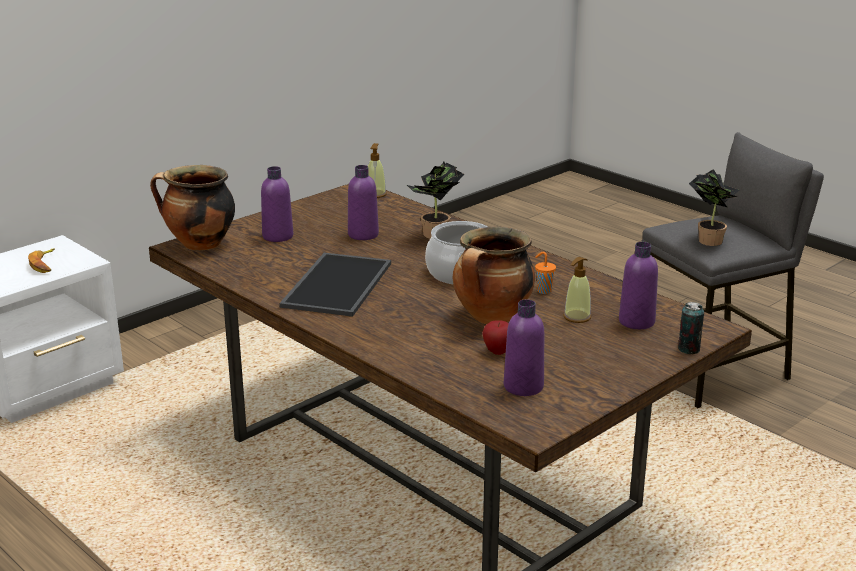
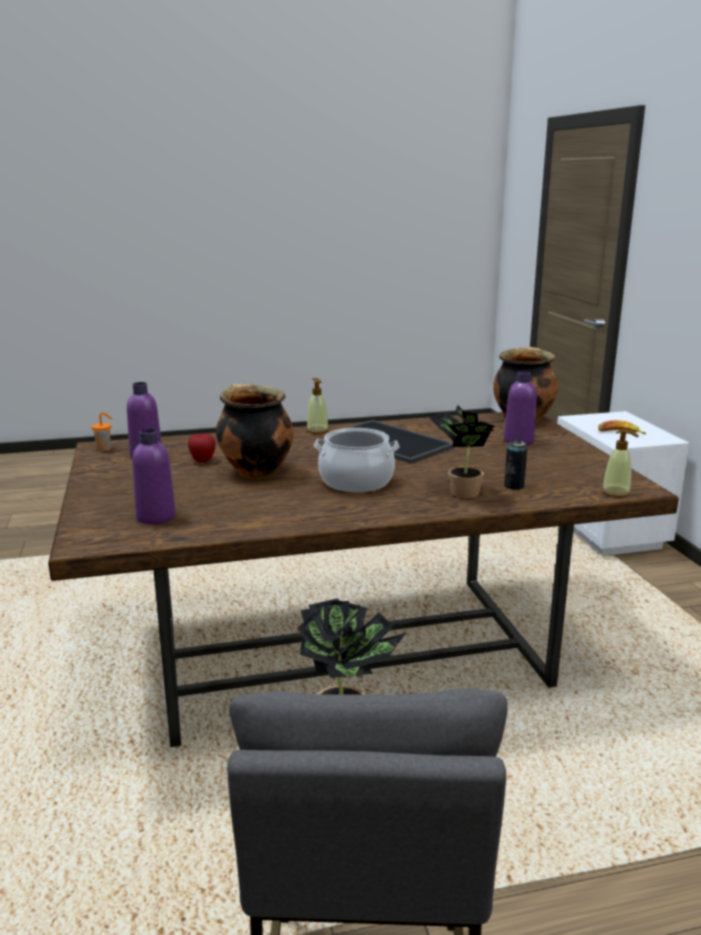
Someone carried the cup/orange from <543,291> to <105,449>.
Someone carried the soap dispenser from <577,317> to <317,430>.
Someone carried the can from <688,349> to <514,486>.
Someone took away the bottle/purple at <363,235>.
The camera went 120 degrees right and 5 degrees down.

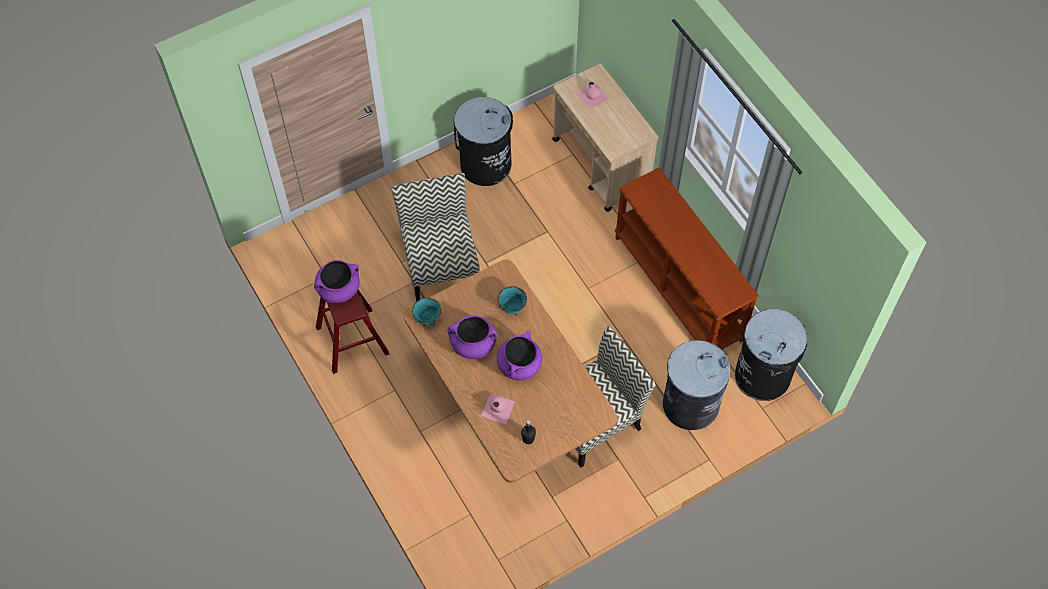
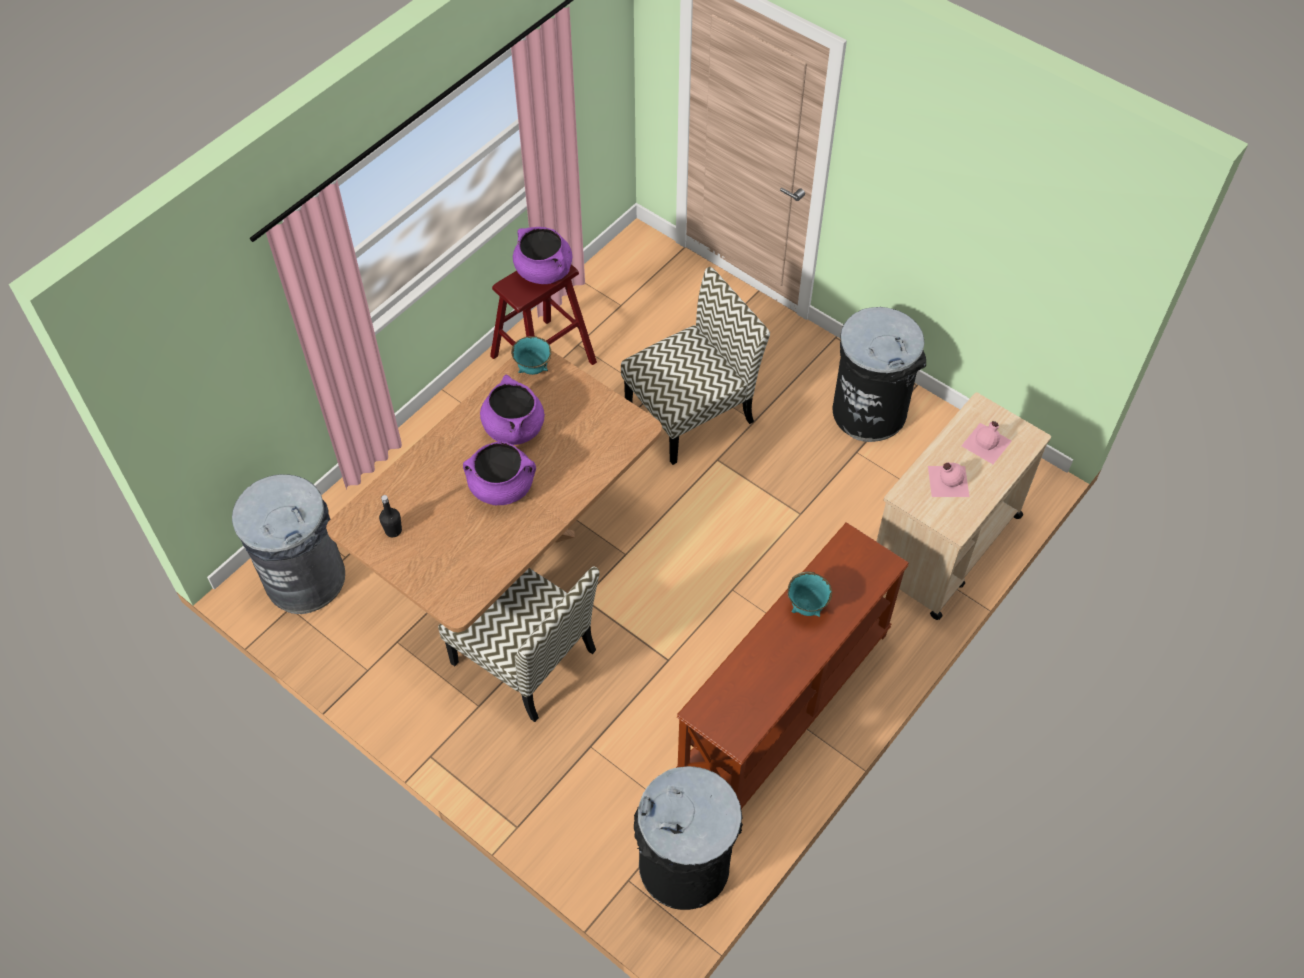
Someone carried the trash can/grey from <690,404> to <305,578>.
Someone carried the bowl/turquoise from <512,307> to <807,606>.
Someone carried the bottle/pink from <497,409> to <947,480>.
The camera went 70 degrees right and 5 degrees down.

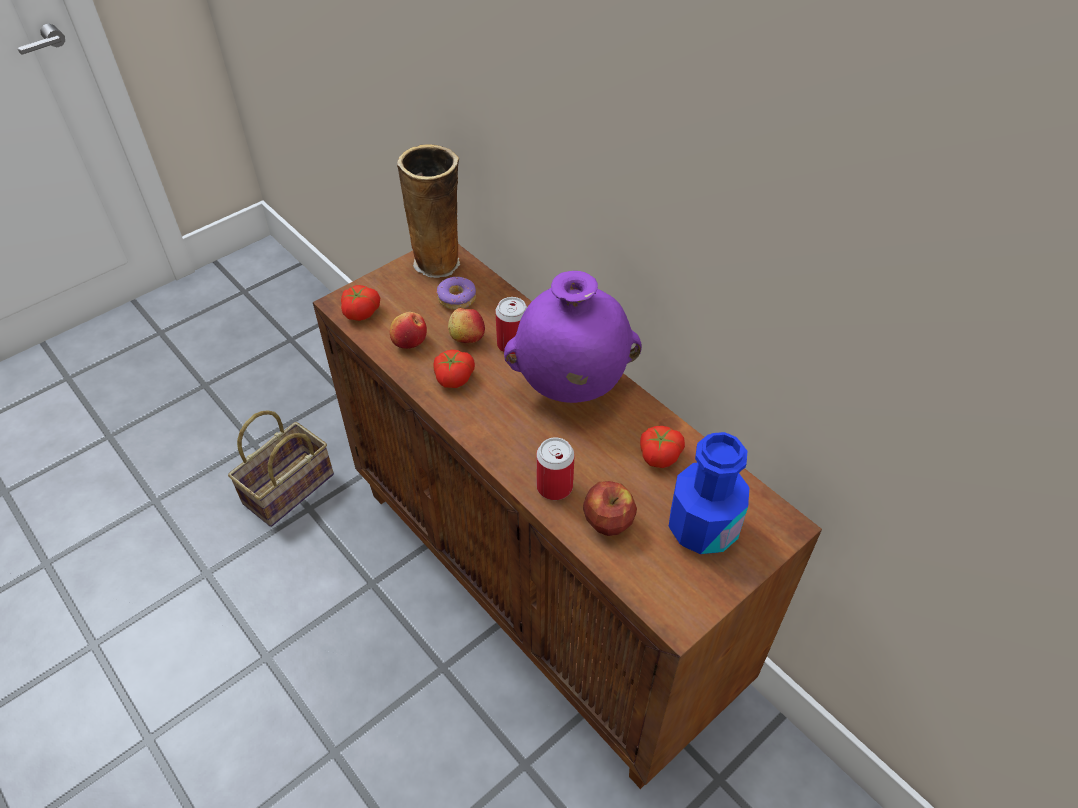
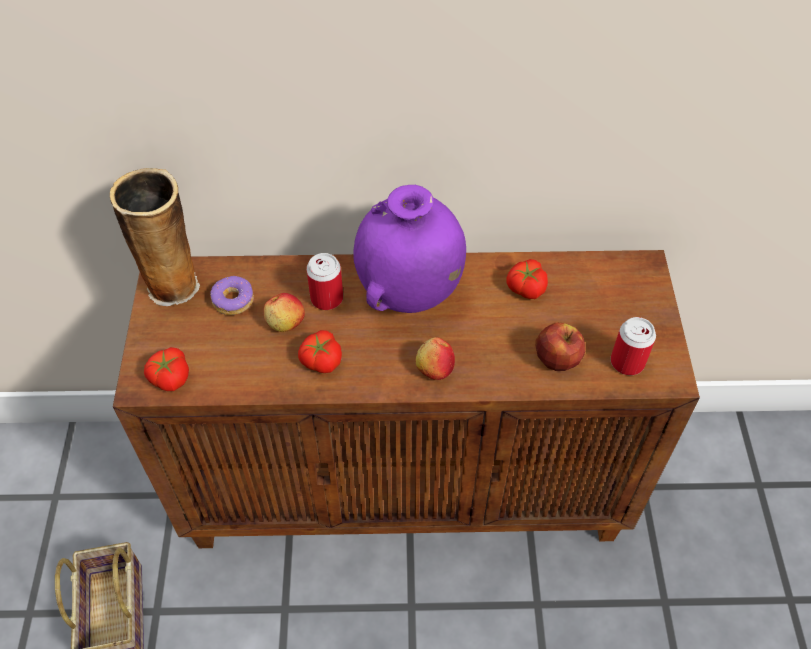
Someone carried the apple from <409,341> to <434,368>.
Someone carried the can from <554,486> to <627,362>.
Someone took away the bottle/blue at <702,528>.
The camera went 50 degrees left and 5 degrees up.

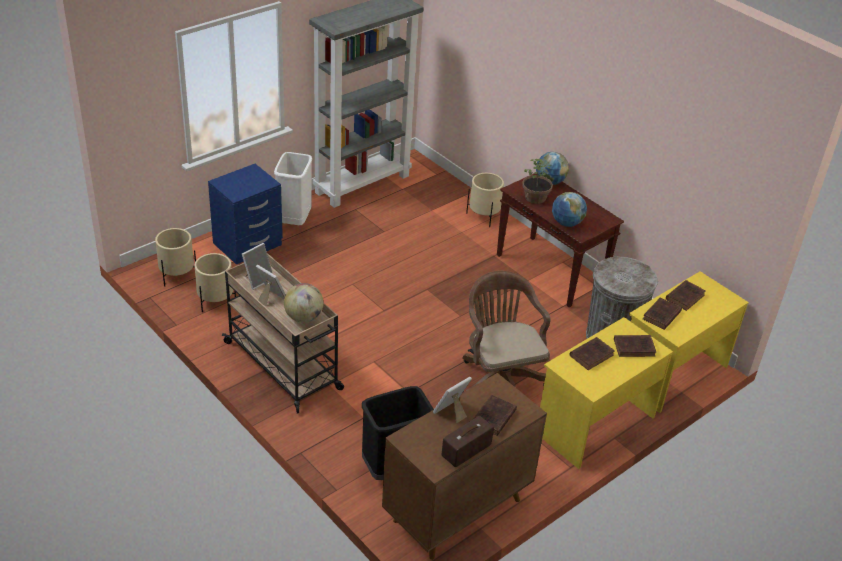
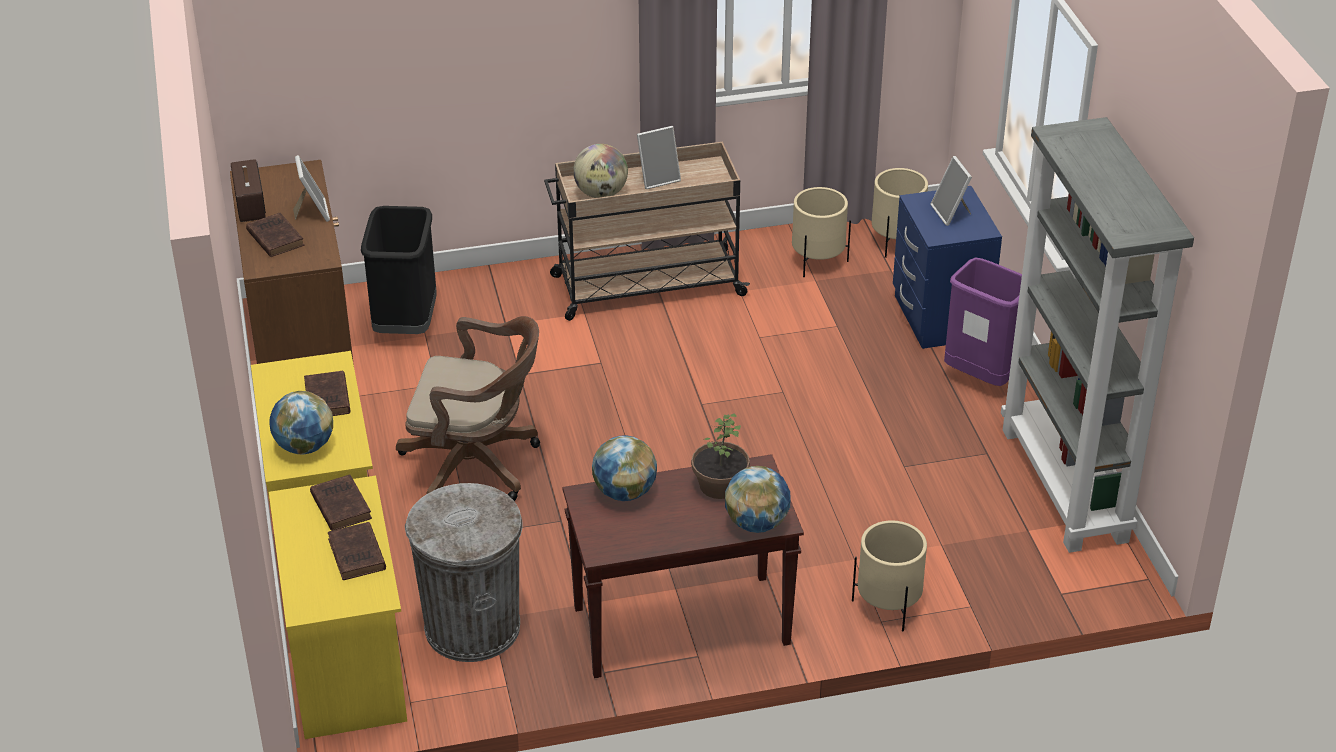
Someone swapped the book/brown at <635,348> for the globe at <304,446>.
Someone carried the picture frame from <257,280> to <951,213>.
Someone repainted the trash can/white at <294,221>, which became the trash can/purple at <982,377>.
The camera went 120 degrees right and 0 degrees up.

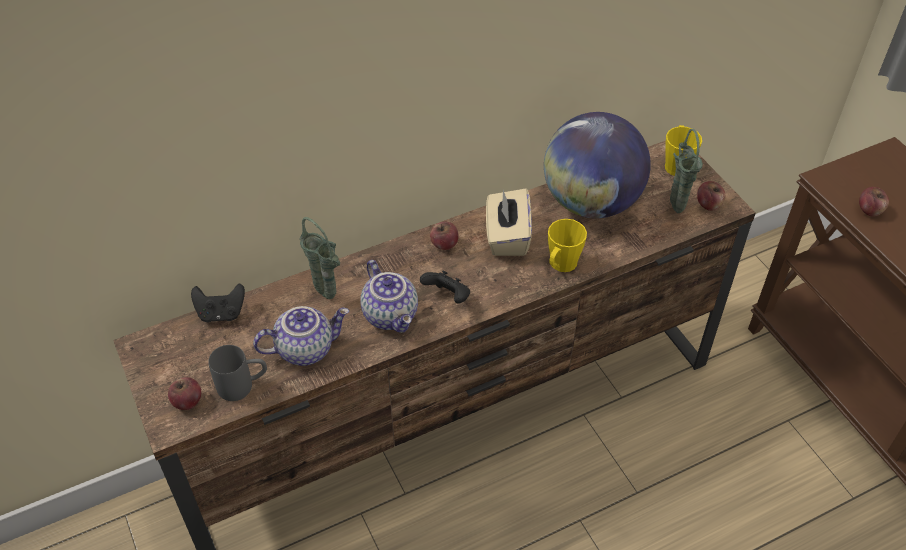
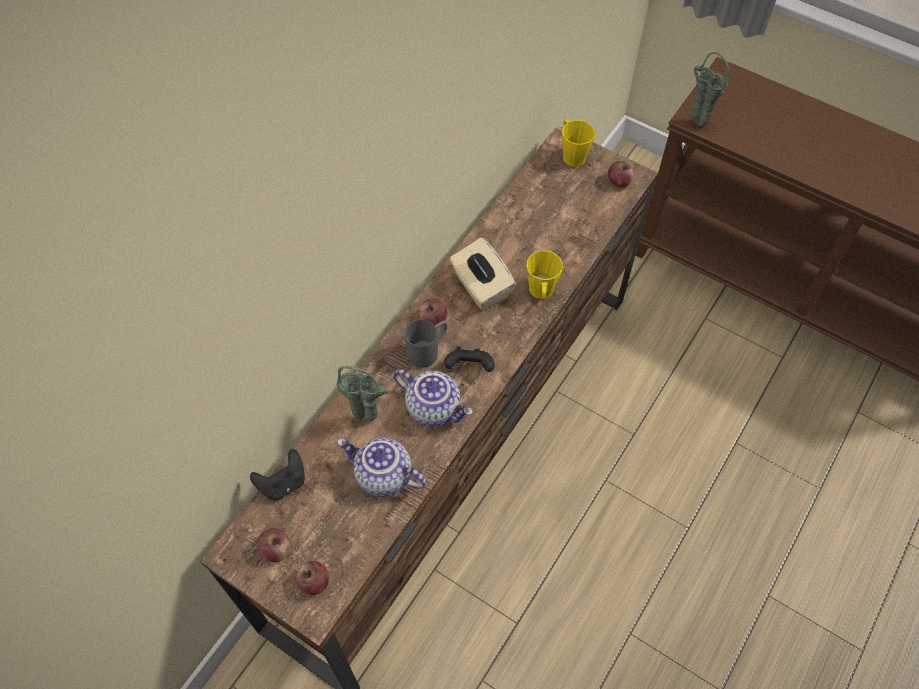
Someone carried the apple from <869,210> to <276,550>.
Someone rotated the teapot at <305,348> by 105 degrees counterclockwise.
Someone carried the mug/grey from <243,385> to <428,350>.
Someone carried the vase/green from <674,207> to <695,122>.
Someone took away the globe at <591,202>.
The camera went 30 degrees left and 10 degrees up.

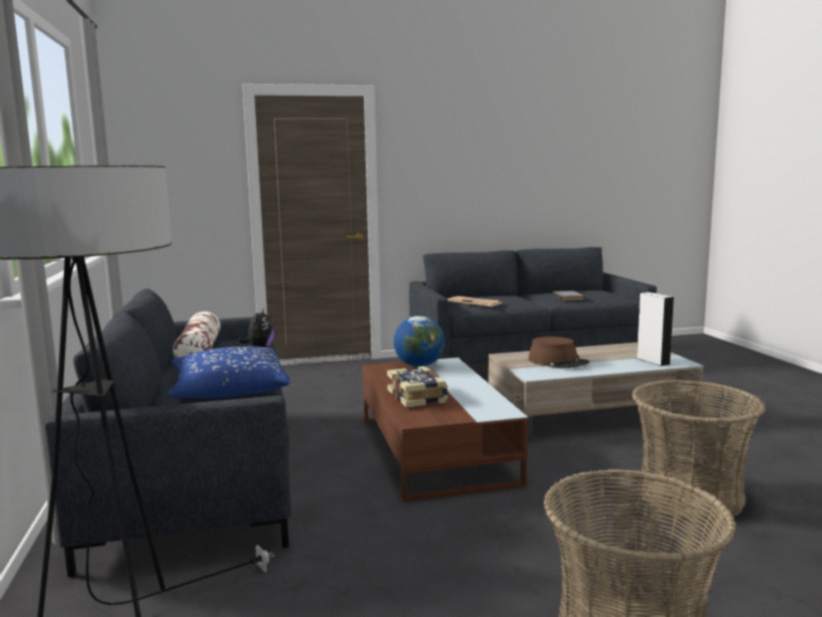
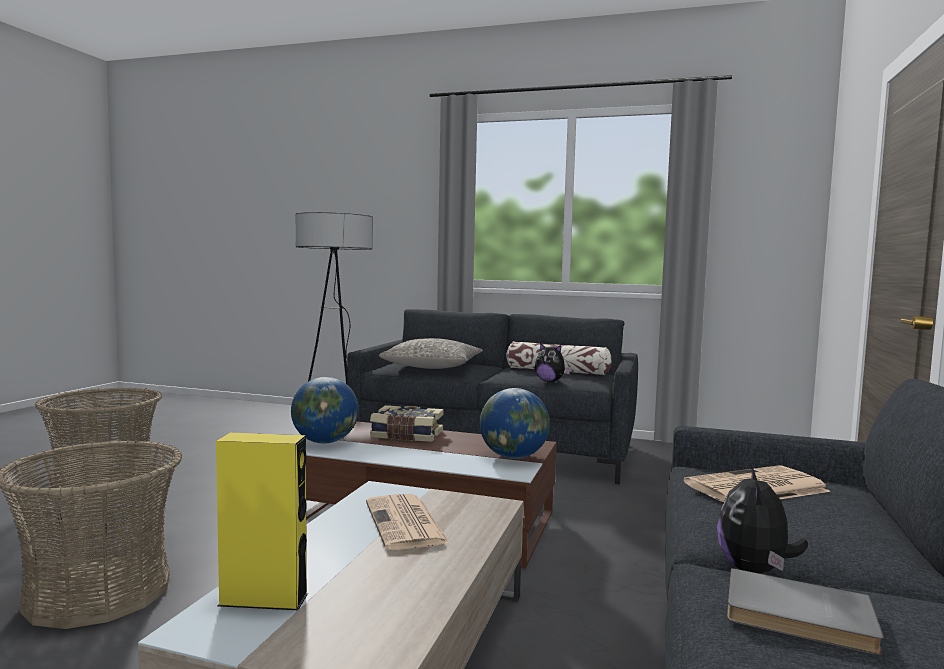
Someone repainted the speaker/white at <653,361>, which became the speaker/yellow at <263,599>.
Someone put down the globe at <325,442>.
Someone swapped the hat/brown at <558,362> for the newspaper at <406,523>.
Someone repainted the pillow/blue at <229,390>, which became the pillow/grey at <433,367>.
Someone put down the plush toy at <755,571>.
The camera went 120 degrees right and 5 degrees down.

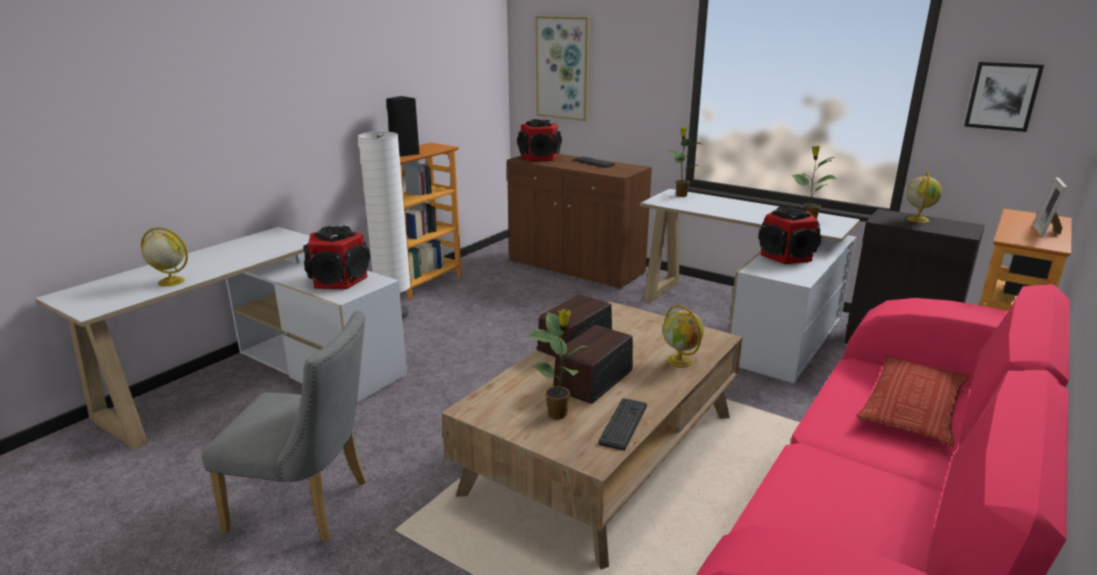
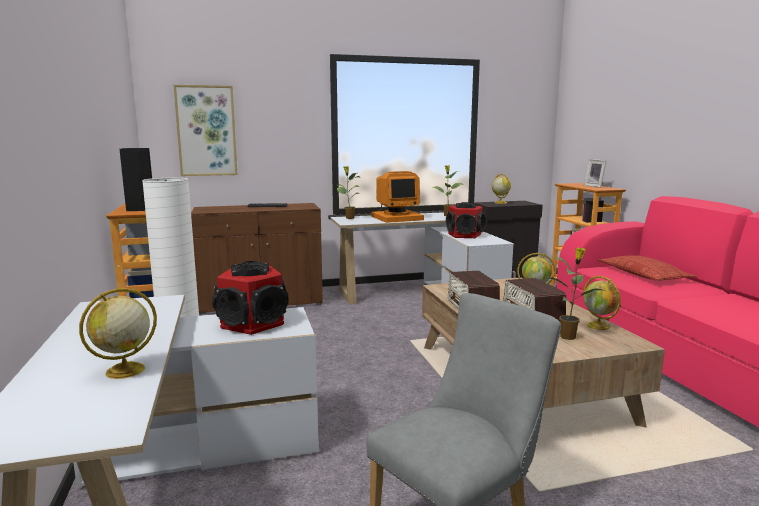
Someone put down the monitor at <396,218>.
Someone swapped the keyboard at <623,424> for the globe at <599,326>.
Someone took away the speaker at <540,157>.
Someone took away the picture at <1002,96>.
The camera went 50 degrees left and 10 degrees down.

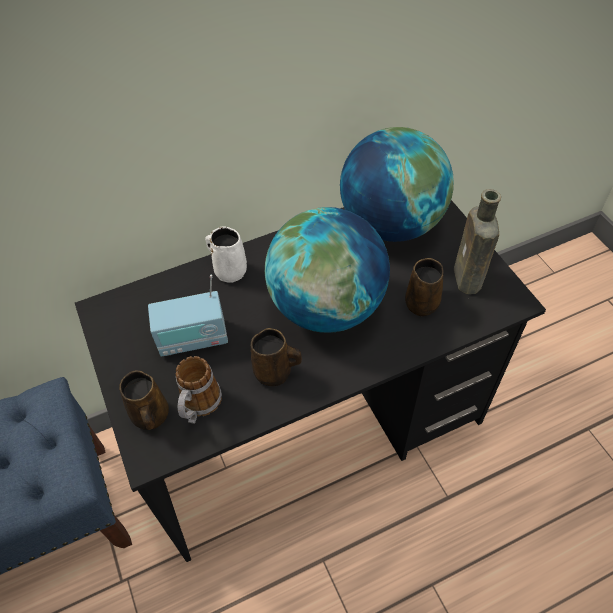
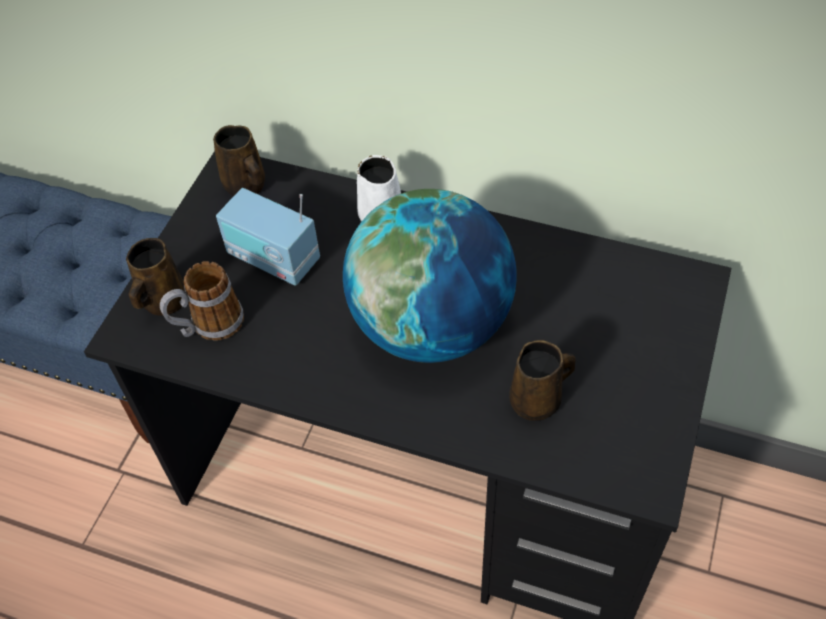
Someone carried the mug/brown from <275,373> to <246,187>.
Someone took away the globe at <391,224>.
Someone took away the bottle/brown at <468,280>.
The camera went 45 degrees right and 0 degrees up.

